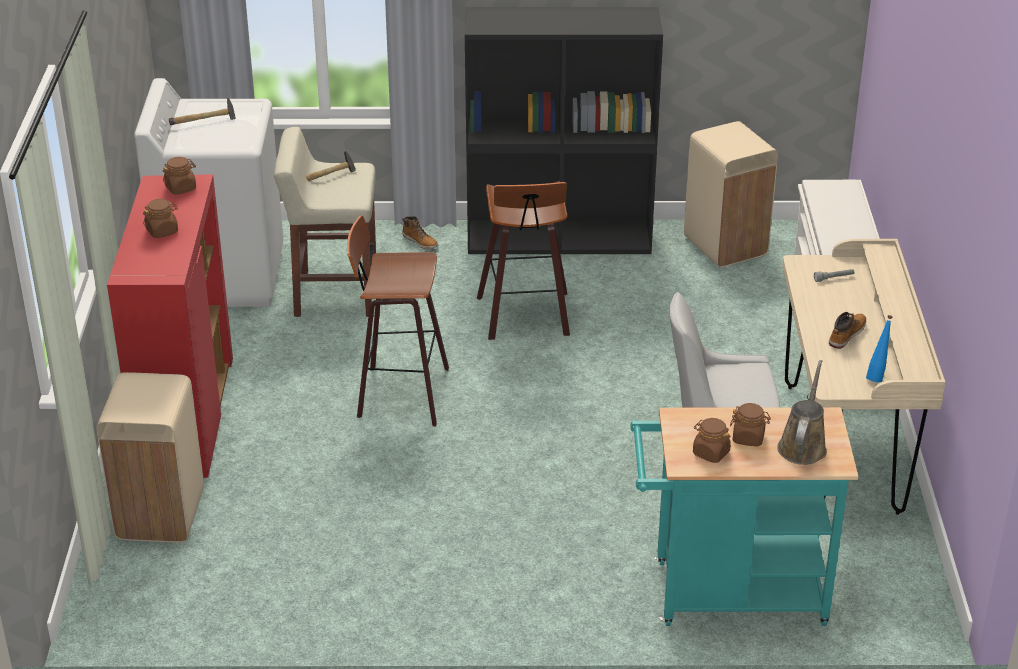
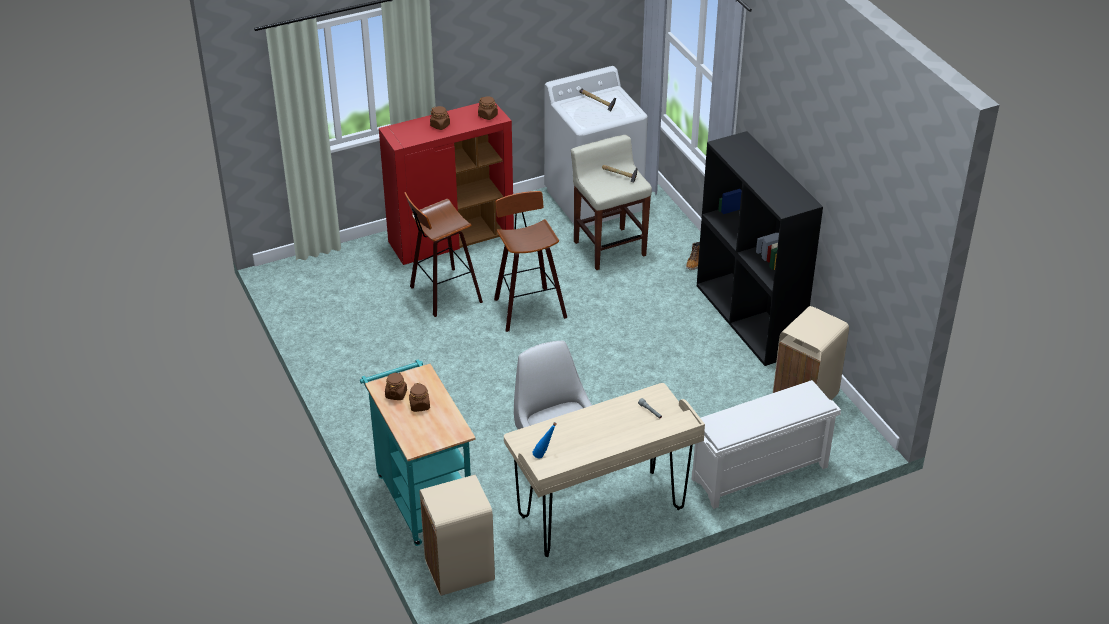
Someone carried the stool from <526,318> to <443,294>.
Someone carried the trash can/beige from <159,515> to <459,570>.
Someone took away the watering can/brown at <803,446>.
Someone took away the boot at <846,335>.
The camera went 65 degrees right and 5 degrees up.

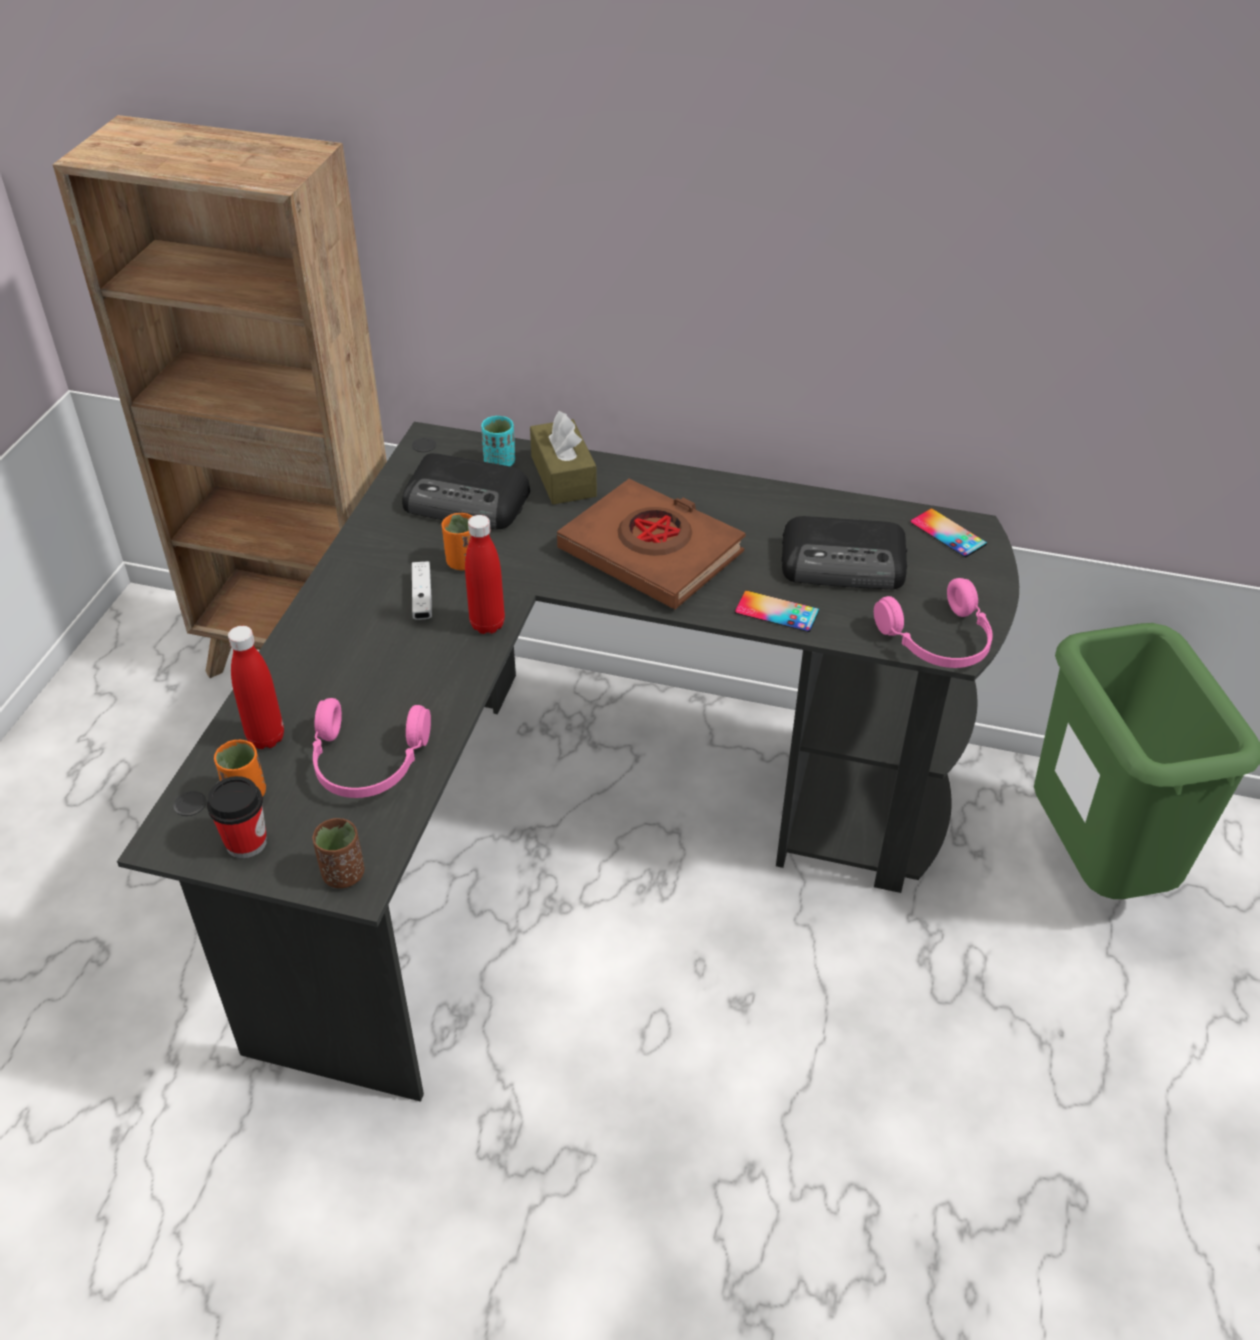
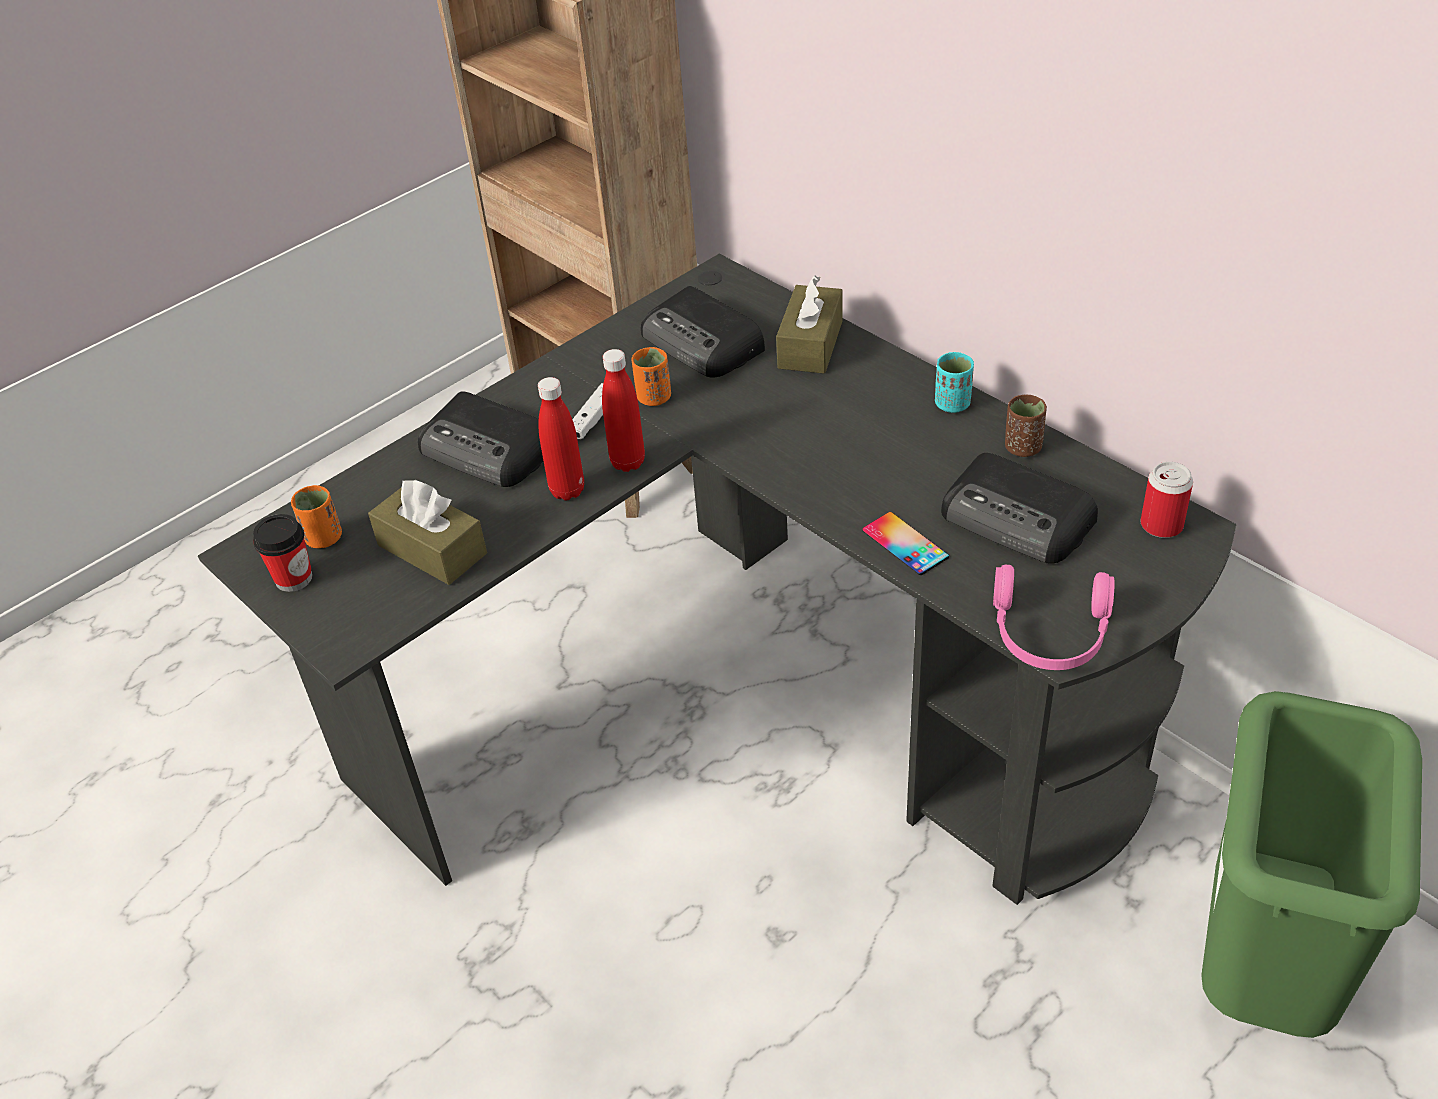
Someone swapped the headphones/pink at <367,764> for the tissue box/brown at <432,549>.
Someone put down the radio at <489,450>.
Someone carried the bottle/red from <266,738> to <567,490>.
Someone carried the cup/turquoise from <500,462> to <952,404>.
Someone carried the cup/brown from <343,874> to <1023,448>.
Someone swapped the phone at <948,533> for the can at <1161,525>.
Someone took away the book/brown at <651,552>.
The camera went 35 degrees right and 0 degrees up.

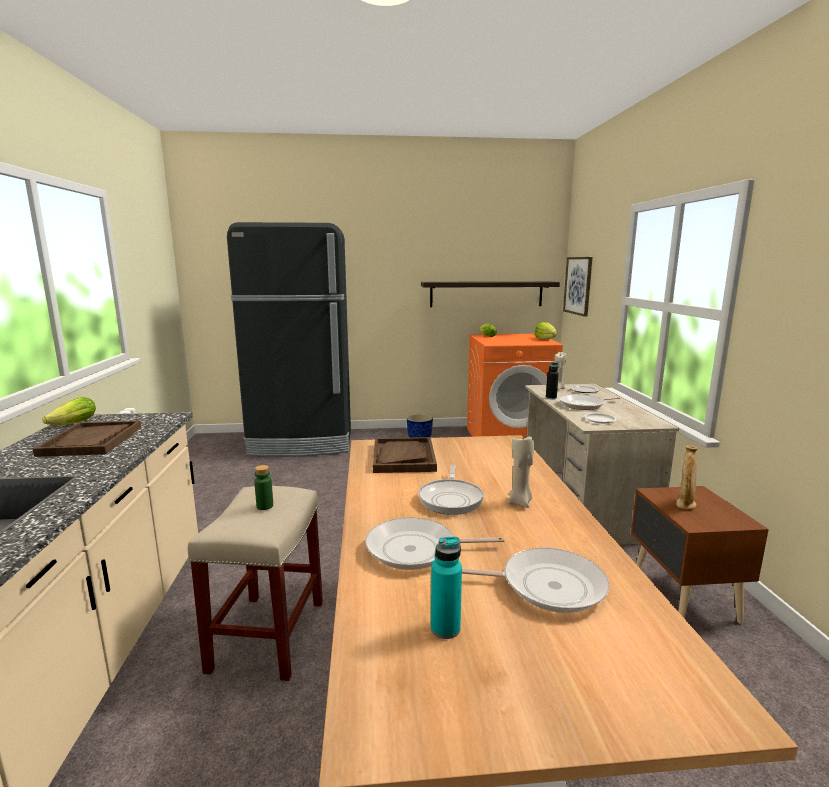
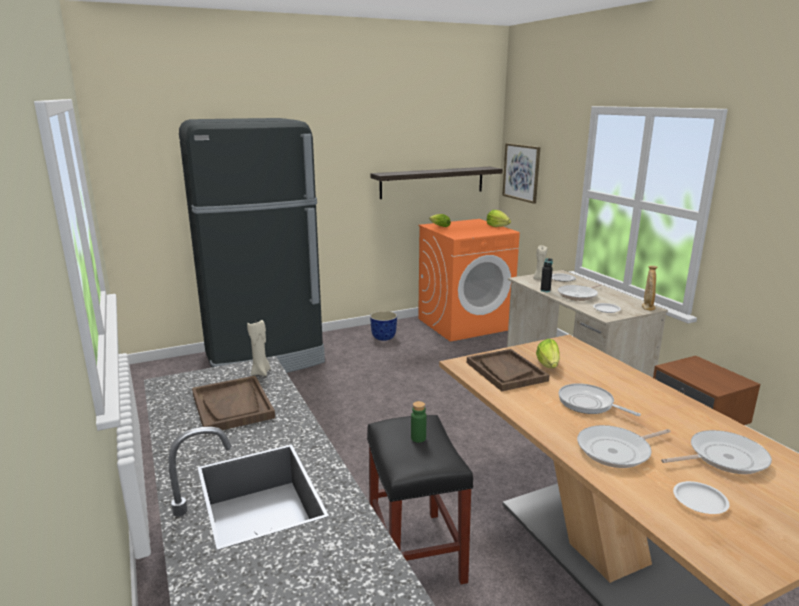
Someone carried the candle/beige from <520,502> to <261,372>.
Someone repainted the stool/beige at <268,633>, which became the stool/black at <414,551>.
Someone carried the lettuce from <71,425> to <548,365>.
Someone rotated the frying pan at <451,498> by 150 degrees clockwise.
Someone carried the vase/beige from <685,505> to <648,307>.
Someone swapped the bottle/turquoise at <445,628> for the plate/white at <700,501>.
The camera went 20 degrees left and 5 degrees up.

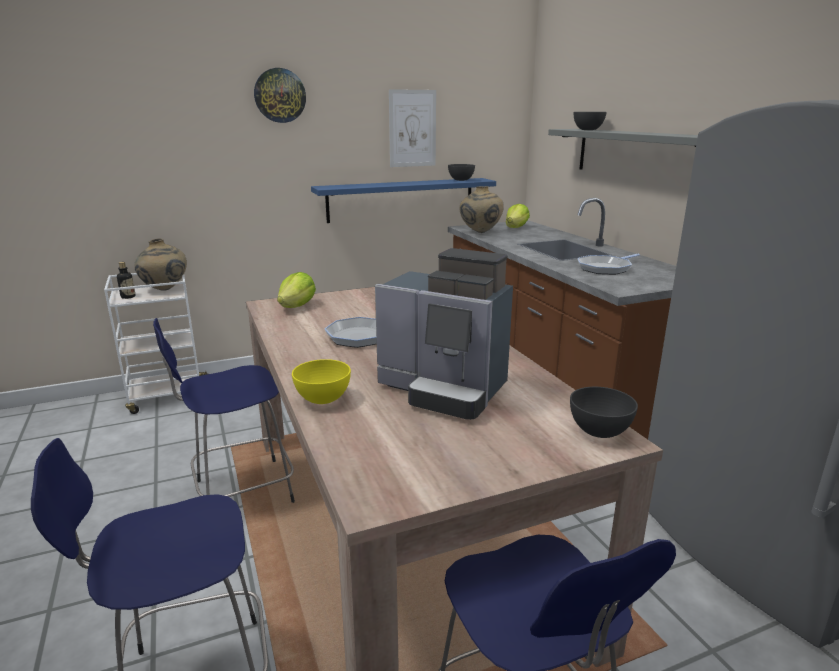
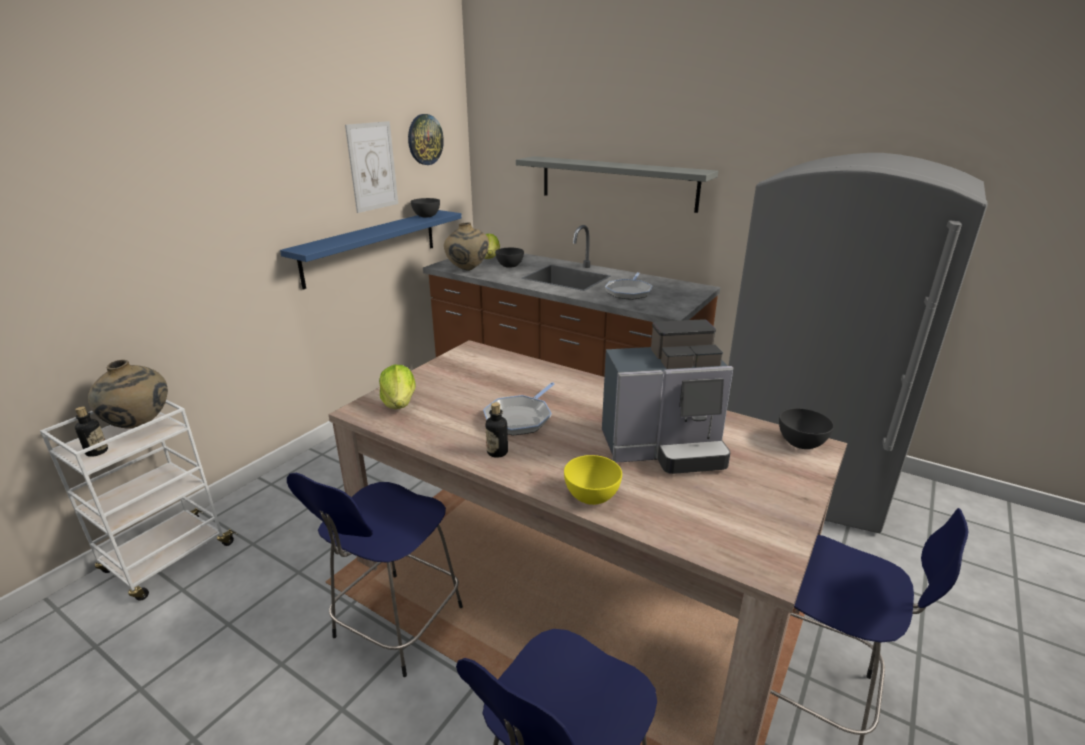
Someone carried the wall clock from <280,95> to <425,139>.
Someone put down the bottle at <497,452>.
Someone carried the bowl/grey from <588,130> to <510,266>.
The camera went 35 degrees left and 5 degrees up.

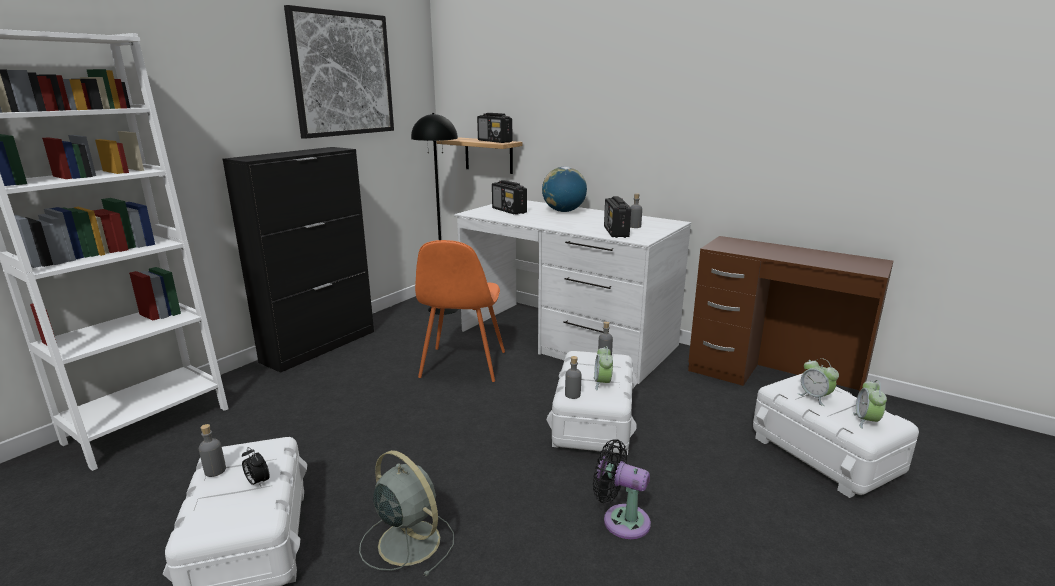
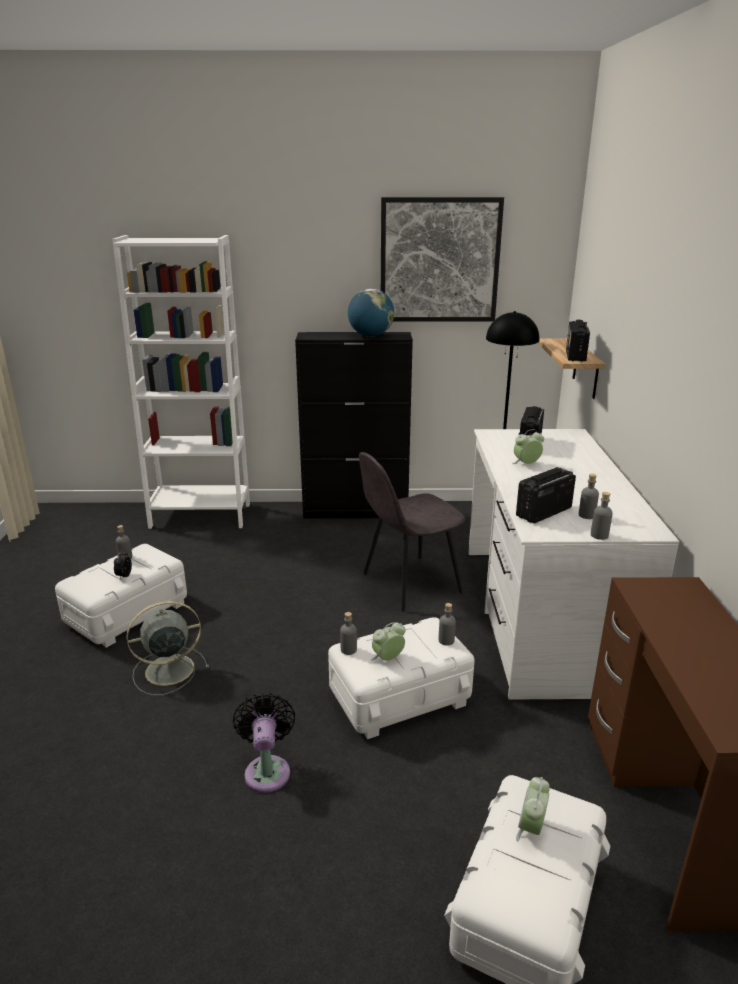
Someone rotated the fan/grey at <407,541> by 120 degrees counterclockwise.
Someone carried the globe from <563,211> to <370,336>.
Someone repainted the chair/orange at <462,365>, which became the chair/grey at <409,583>.
Someone carried the alarm clock from <866,421> to <526,464>.
Someone put down the bottle/grey at <599,535>.
The camera went 55 degrees right and 5 degrees up.

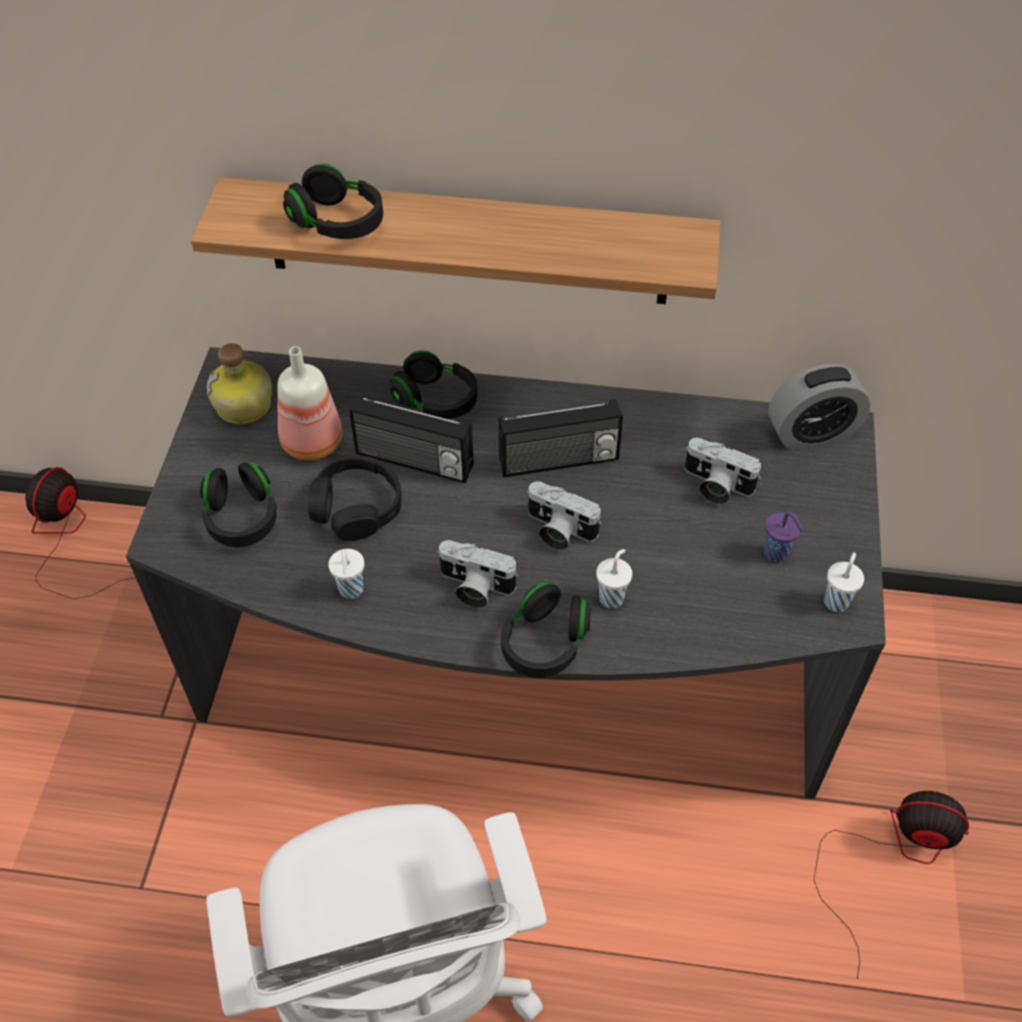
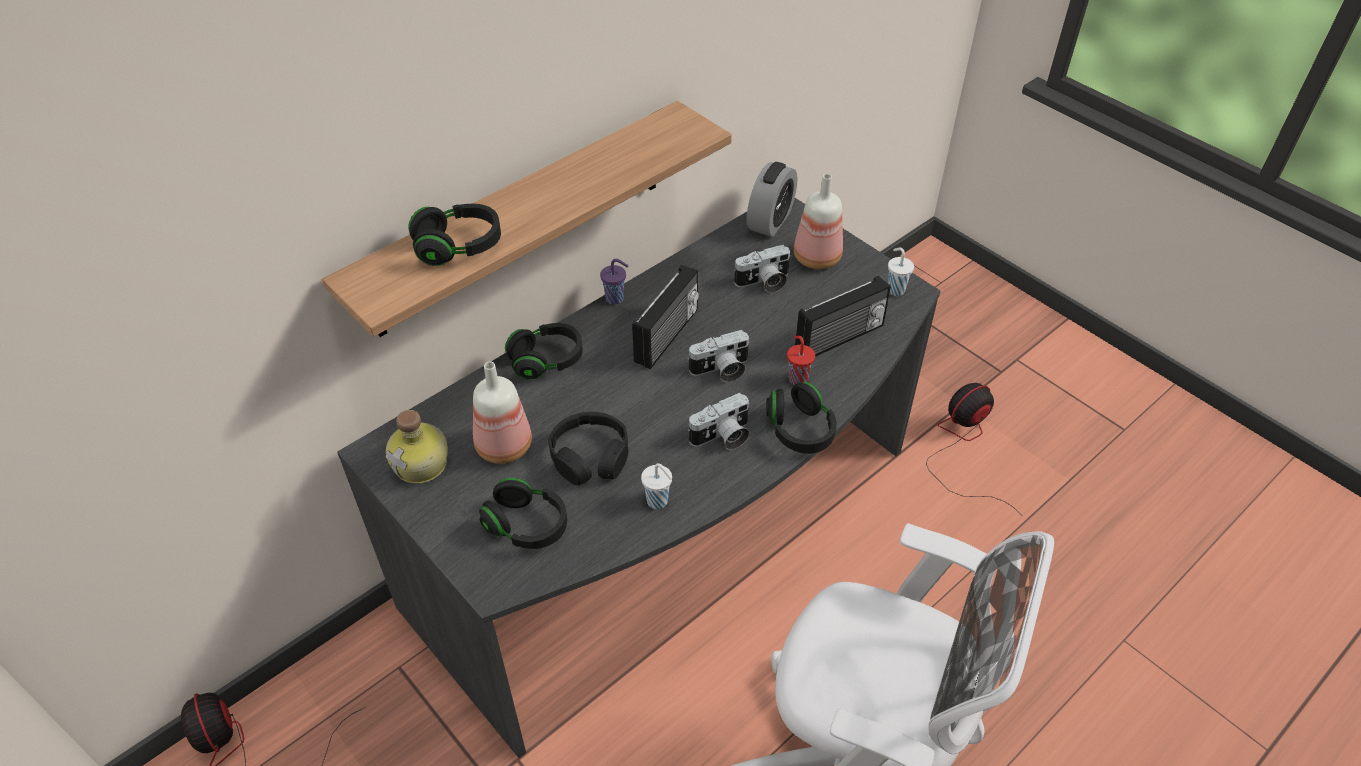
Someone carried the cup/purple from <777,554> to <616,299>.
Someone repainted the cup/white at <612,597>, which became the cup/red at <797,378>.
Someone put down the bottle at <817,259>.
Someone carried the radio from <413,462> to <840,338>.
The camera went 50 degrees left and 5 degrees down.

